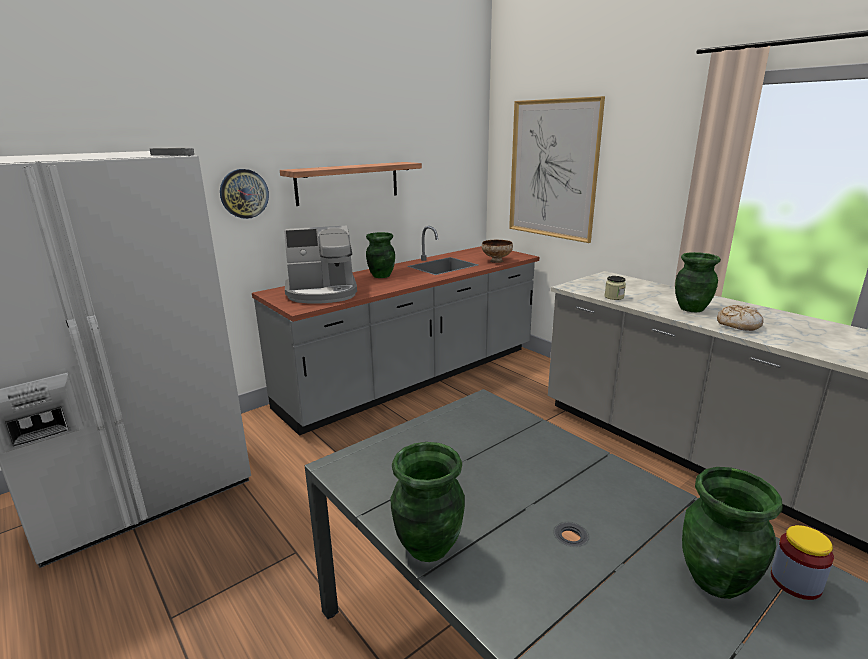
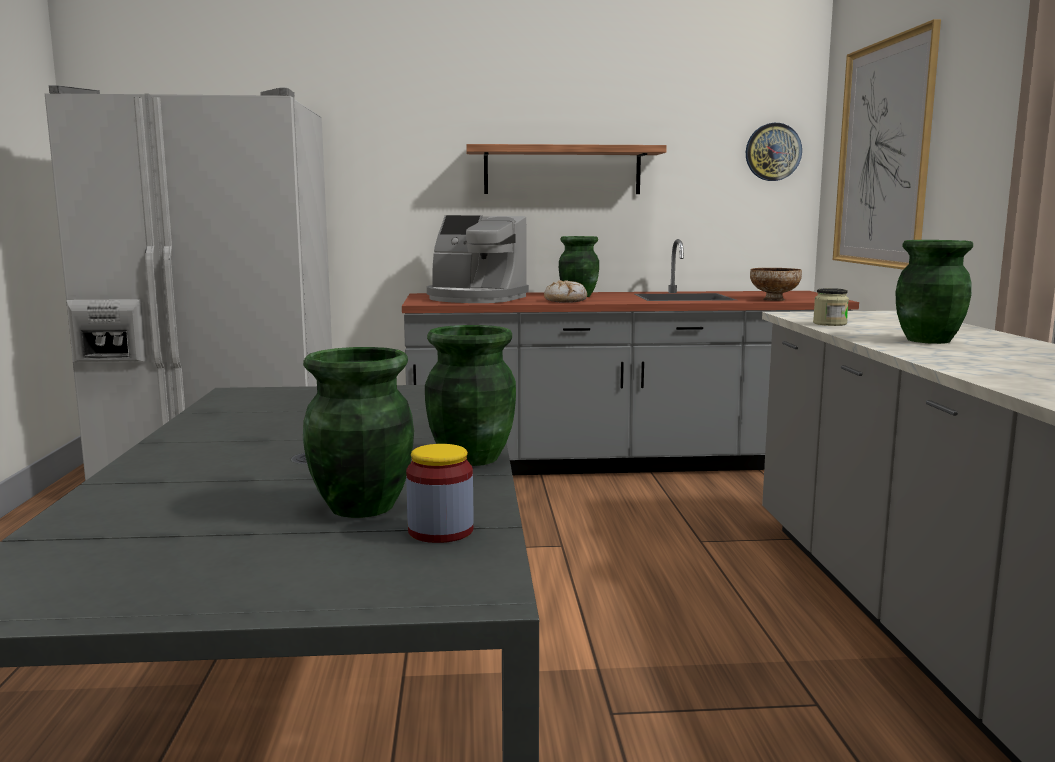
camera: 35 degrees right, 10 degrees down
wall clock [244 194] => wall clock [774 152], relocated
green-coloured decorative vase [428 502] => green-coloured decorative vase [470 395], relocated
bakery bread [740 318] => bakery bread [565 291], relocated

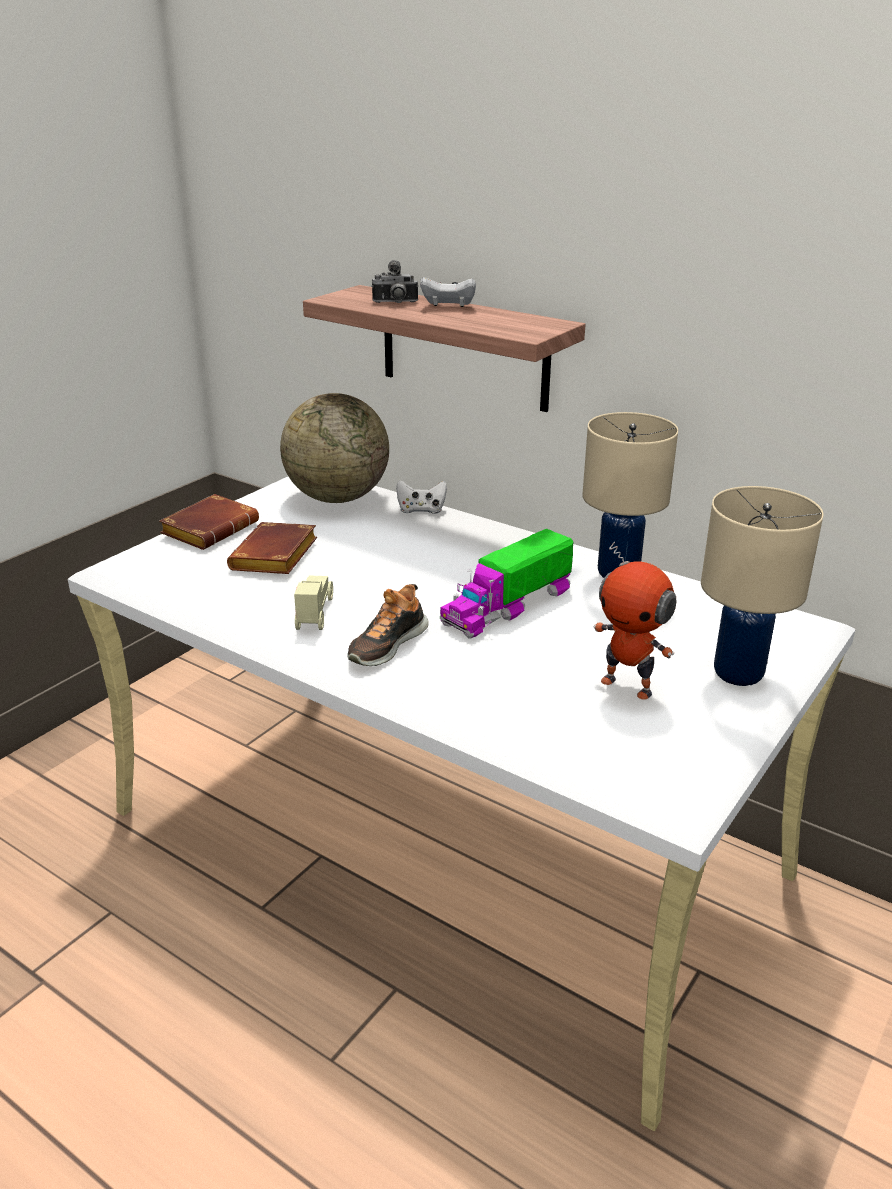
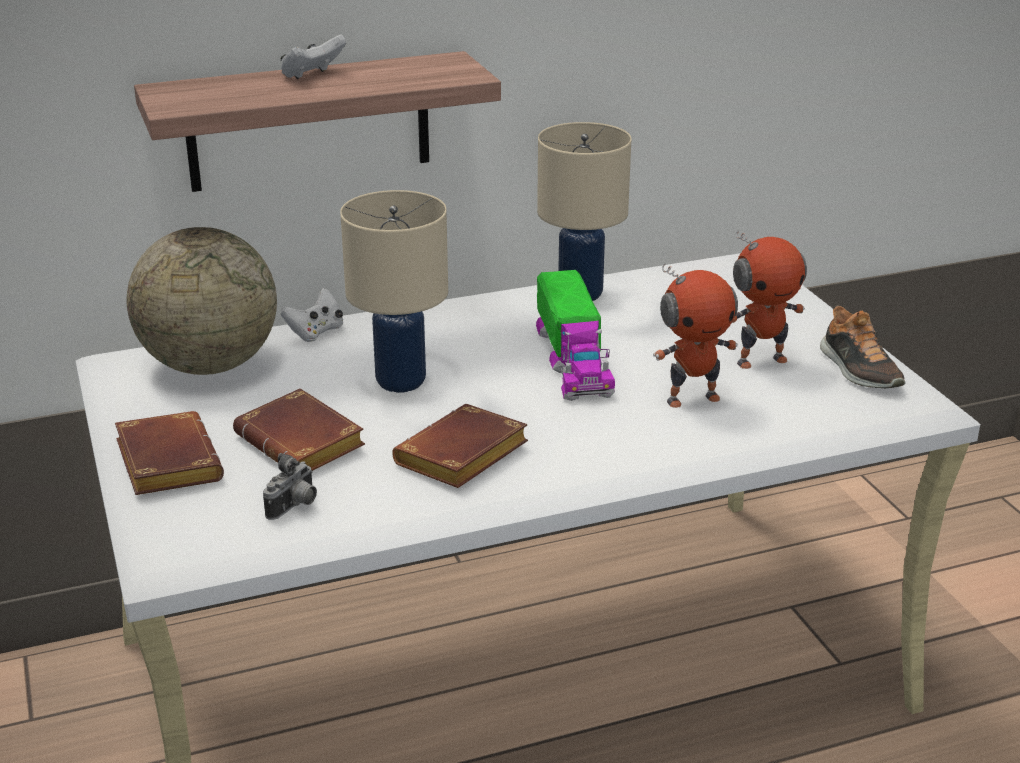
camera: 55 degrees left, 0 degrees up
beige miniature car [313 603] => brown book [460 446]
low shoe [388 625] => low shoe [862 346], relocated
still camera [395 281] => still camera [290 486], relocated
beige tabletop lamp [762 586] => beige tabletop lamp [394 291], relocated
nothing => model robot [695 335]

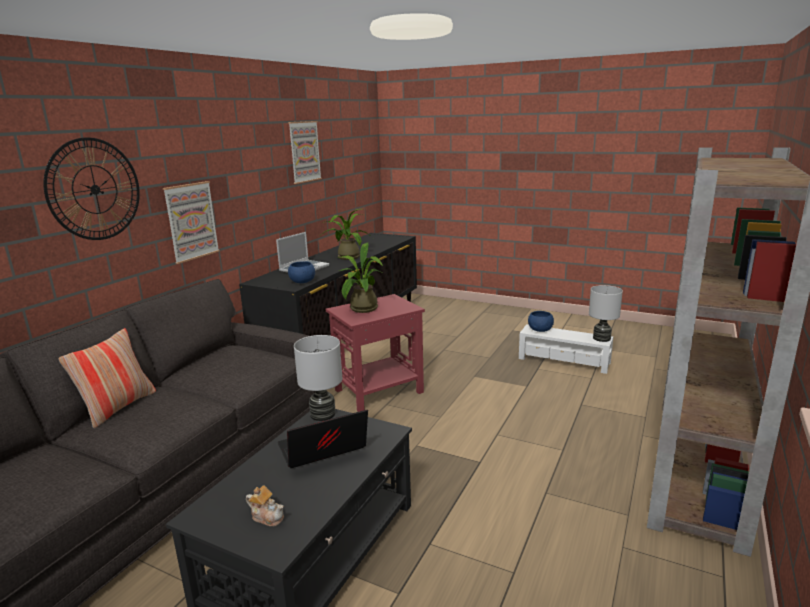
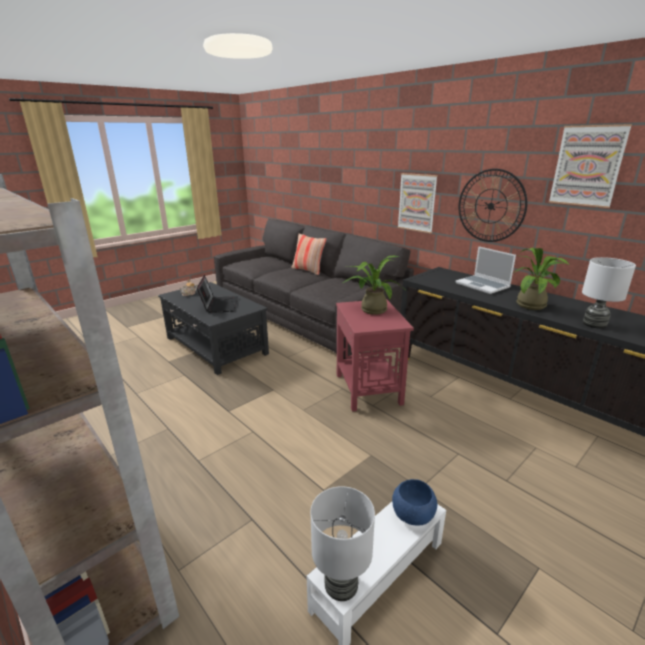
camera: 110 degrees right, 5 degrees up
wall clock [92 189] => wall clock [492 205], relocated
blue-coloured deep dish [301 272] => nothing
grey tabletop lamp [318 378] => grey tabletop lamp [609 293], relocated

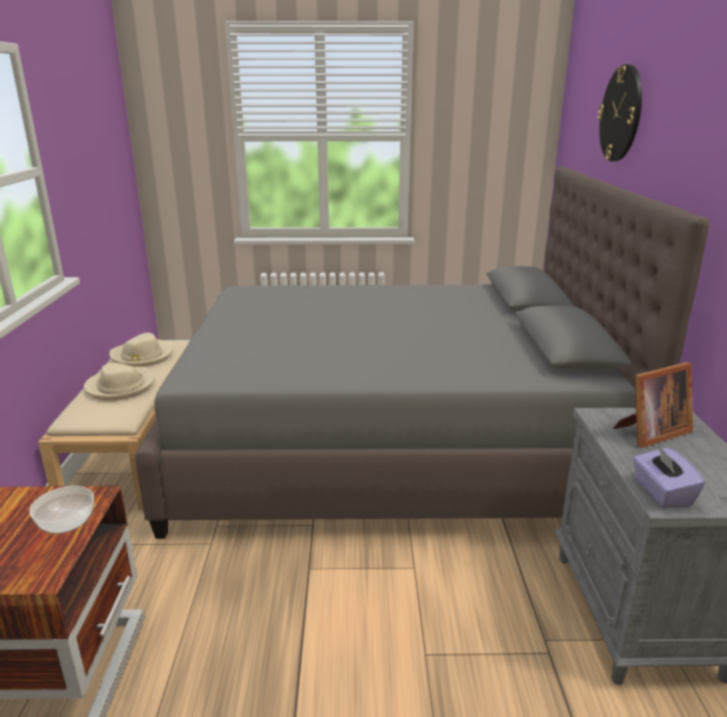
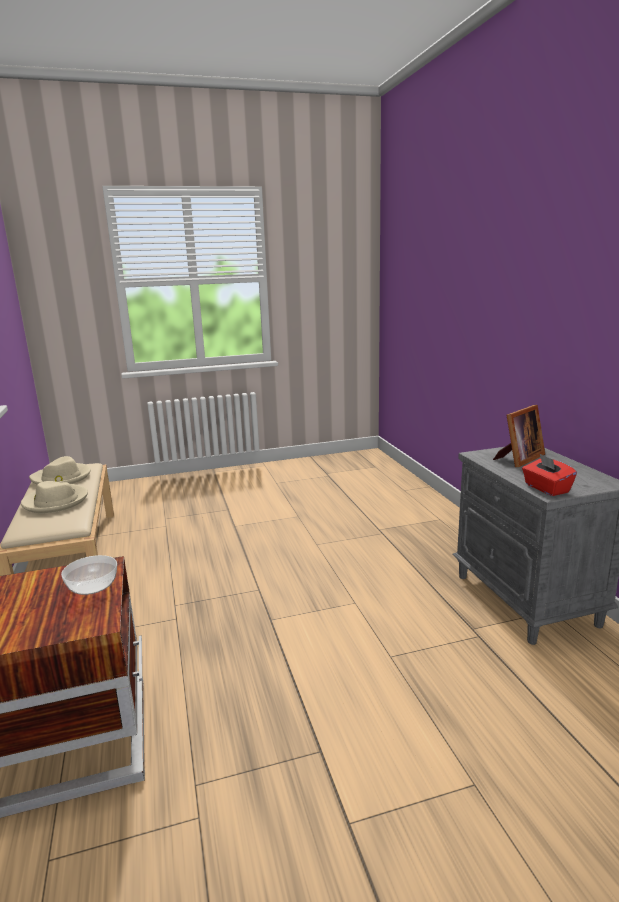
camera: 15 degrees left, 5 degrees down
grey bed [422 352] => nothing
wall clock [619 112] => nothing
purplish tissue box [669 477] => reddish tissue box [549 475]

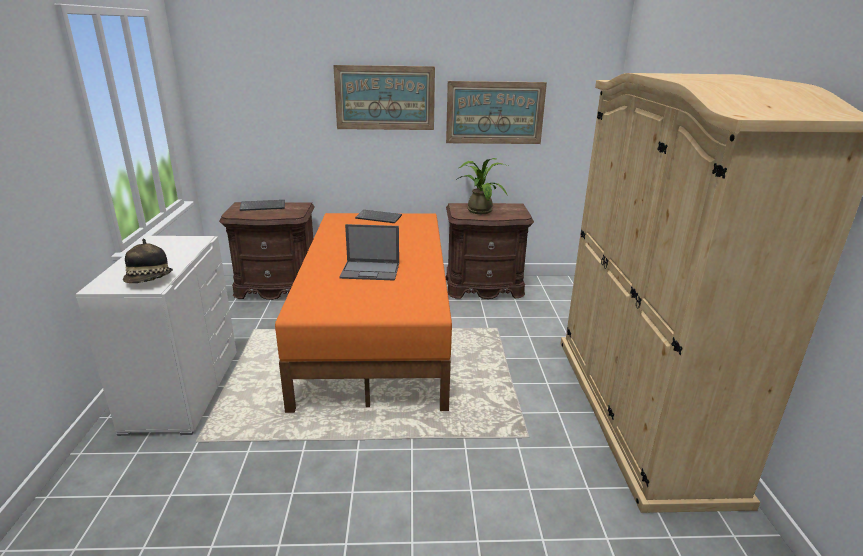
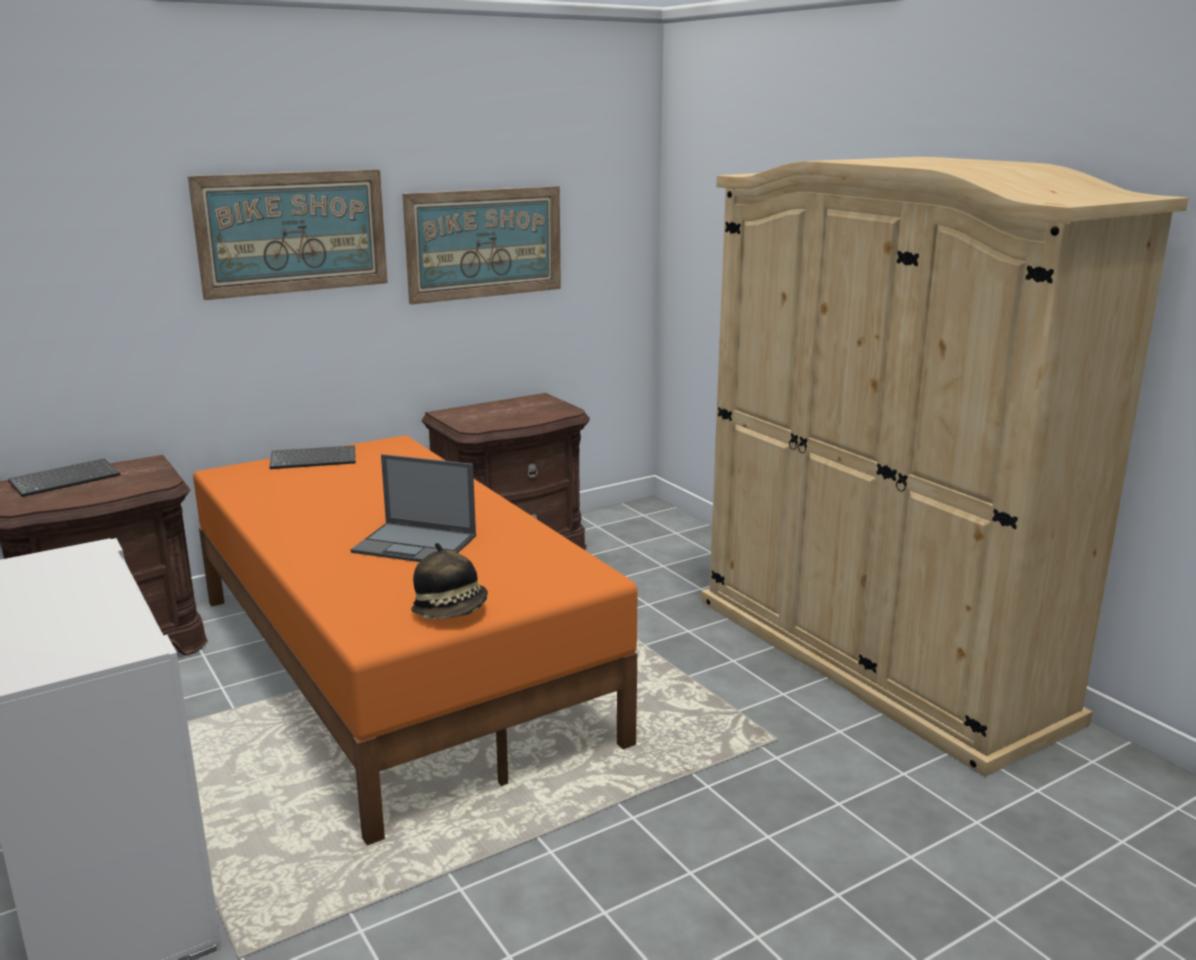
camera: 30 degrees left, 5 degrees down
clothing hat [148 261] => clothing hat [449 581], relocated
portable computer [369 252] => portable computer [413 508], 45 degrees clockwise
plant in a pot [482 186] => nothing

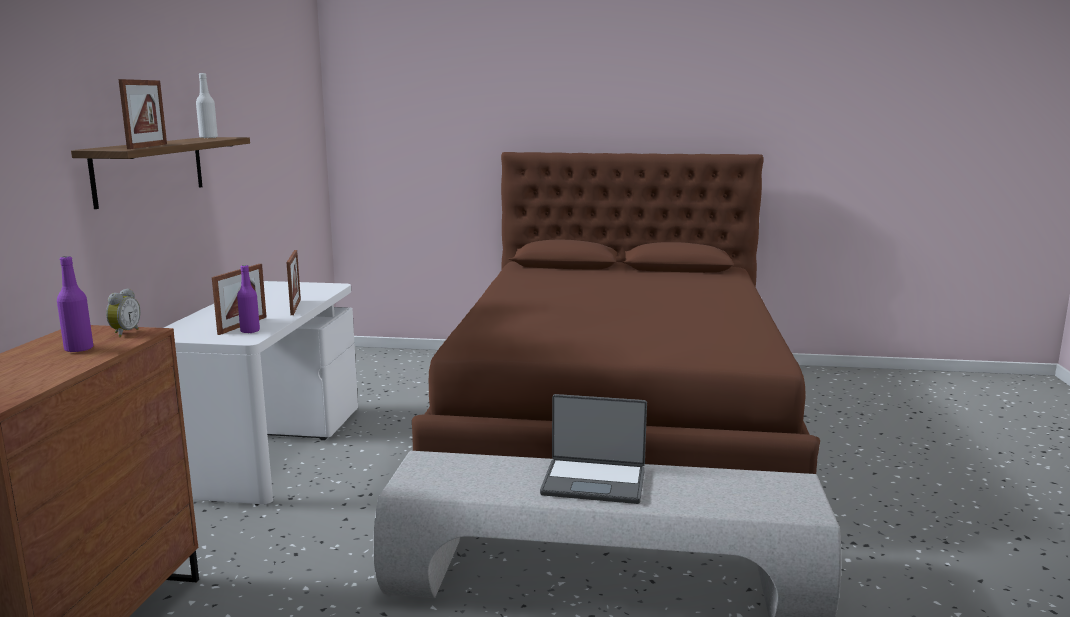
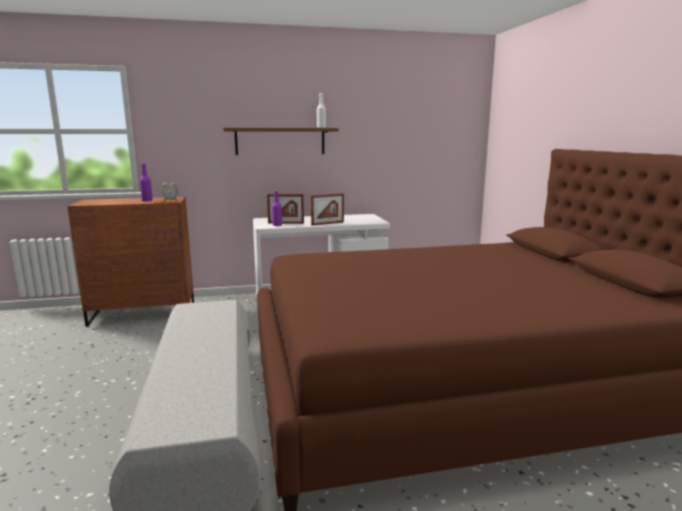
camera: 70 degrees right, 0 degrees up
photo frame [142 114] => nothing
portable computer [593 449] => nothing

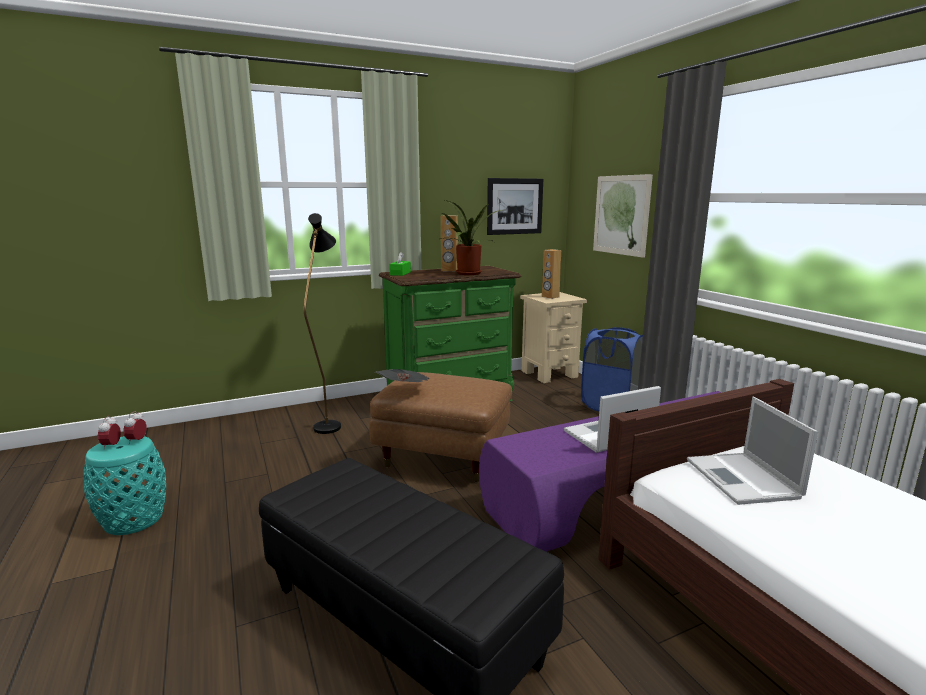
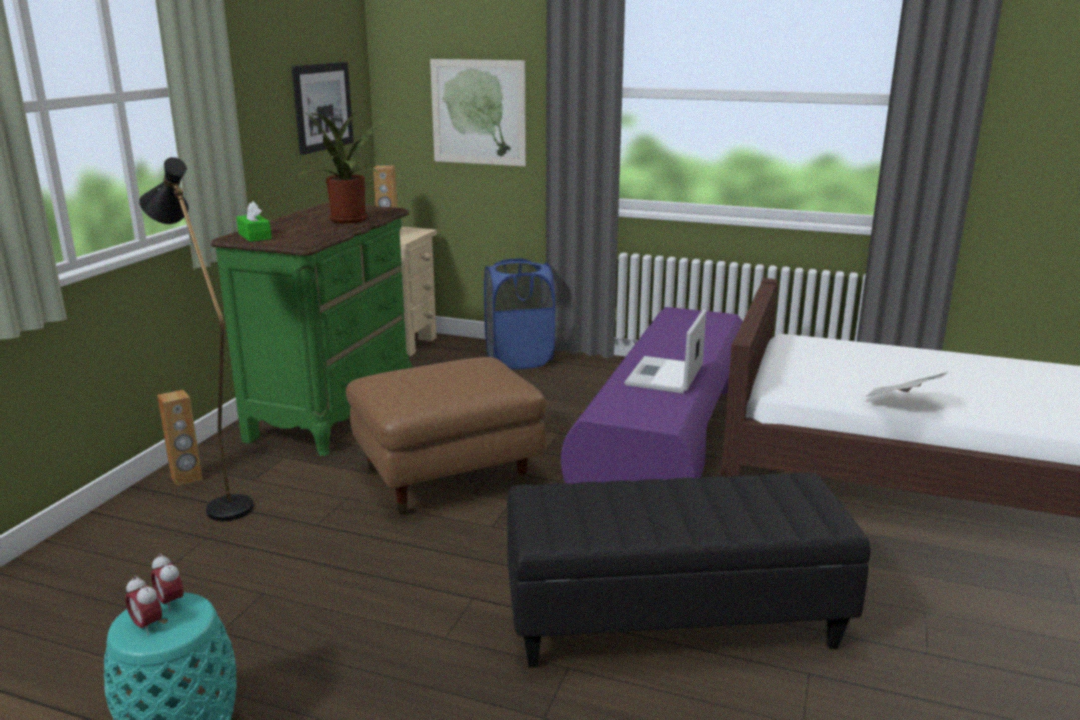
camera: 45 degrees left, 5 degrees up
printed paper [402 375] => printed paper [906 384], relocated
brown loudspeaker [449 243] => brown loudspeaker [180 438], relocated
portable computer [752 451] => nothing

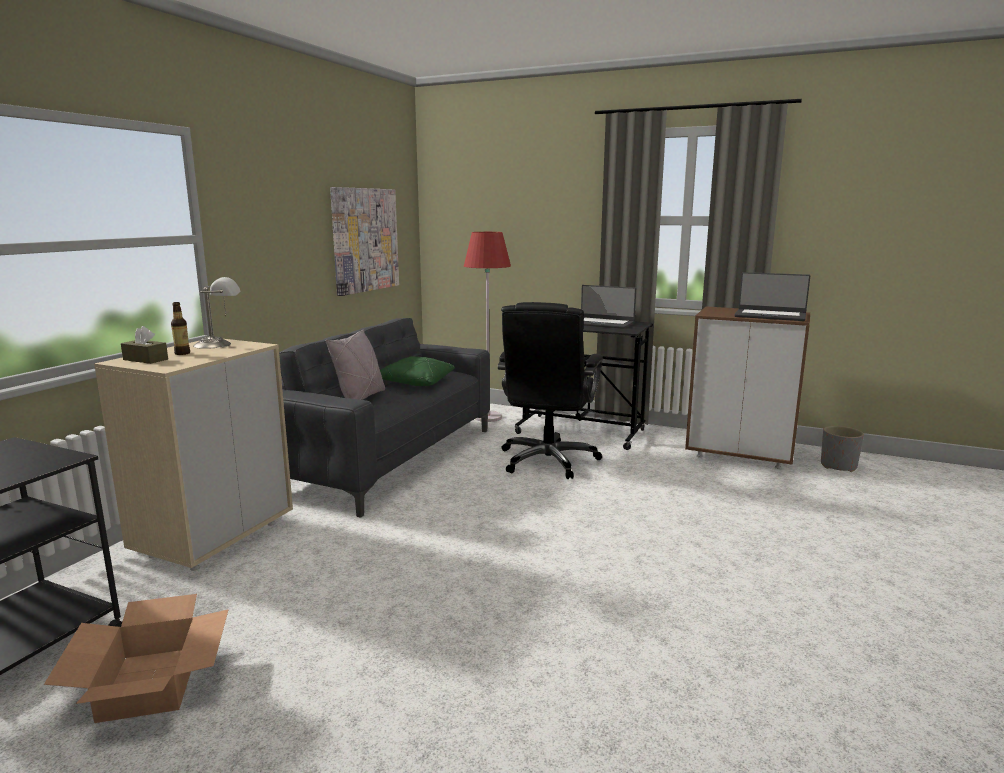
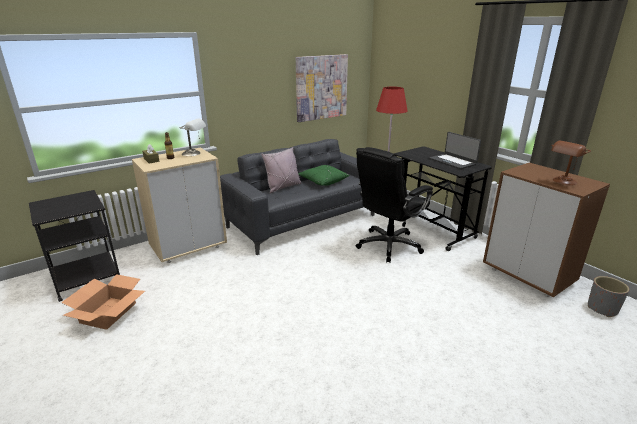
camera: 30 degrees right, 10 degrees up
portable computer [772 296] => brown tabletop lamp [571 163]

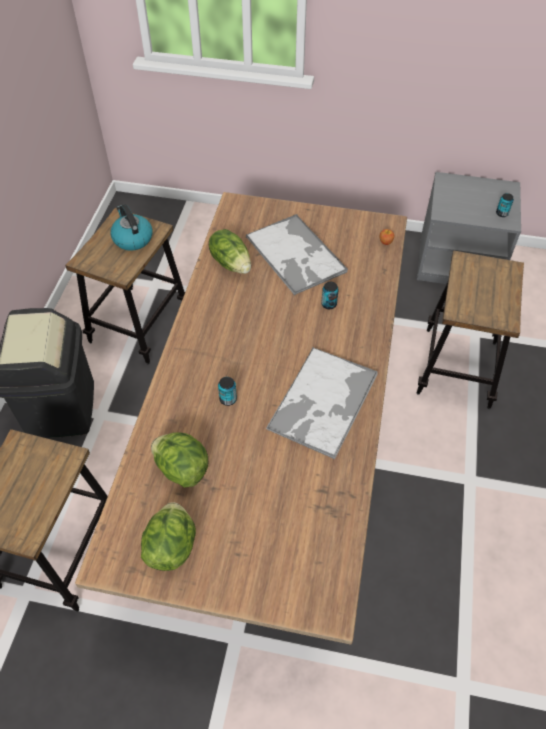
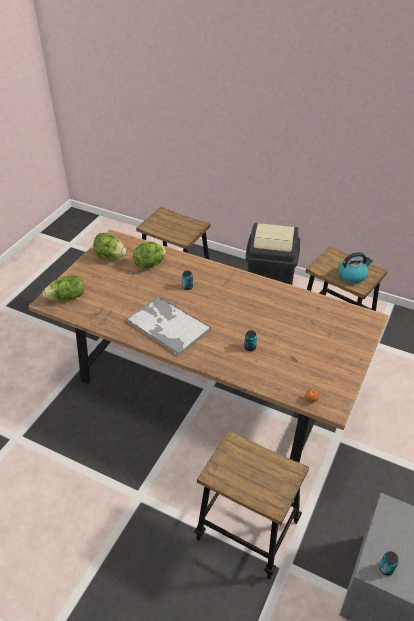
camera: 105 degrees right, 10 degrees down
lettuce [230 251] => lettuce [63 288], relocated
carrying tray [297 255] => nothing

